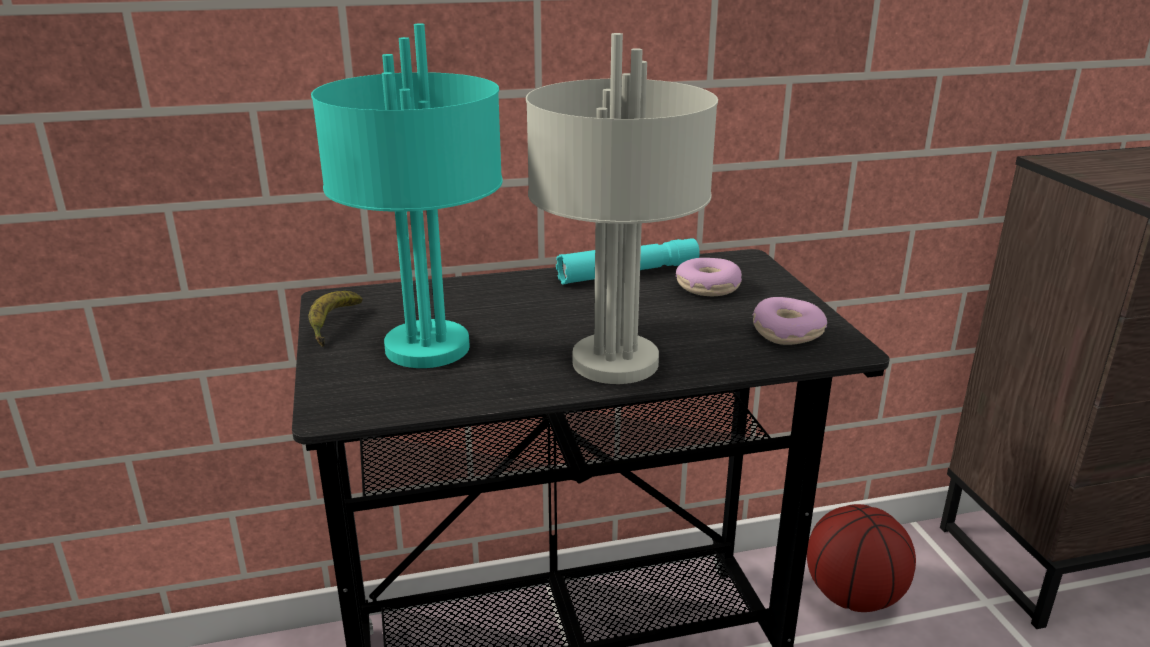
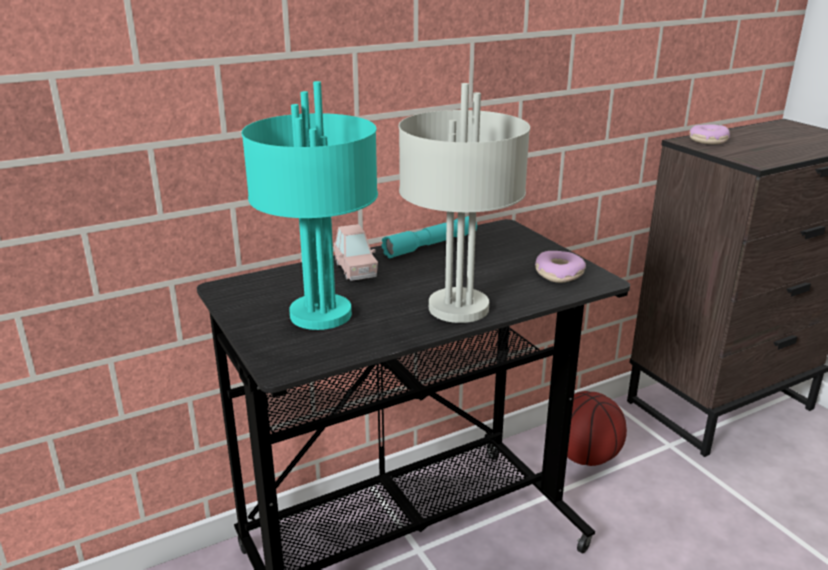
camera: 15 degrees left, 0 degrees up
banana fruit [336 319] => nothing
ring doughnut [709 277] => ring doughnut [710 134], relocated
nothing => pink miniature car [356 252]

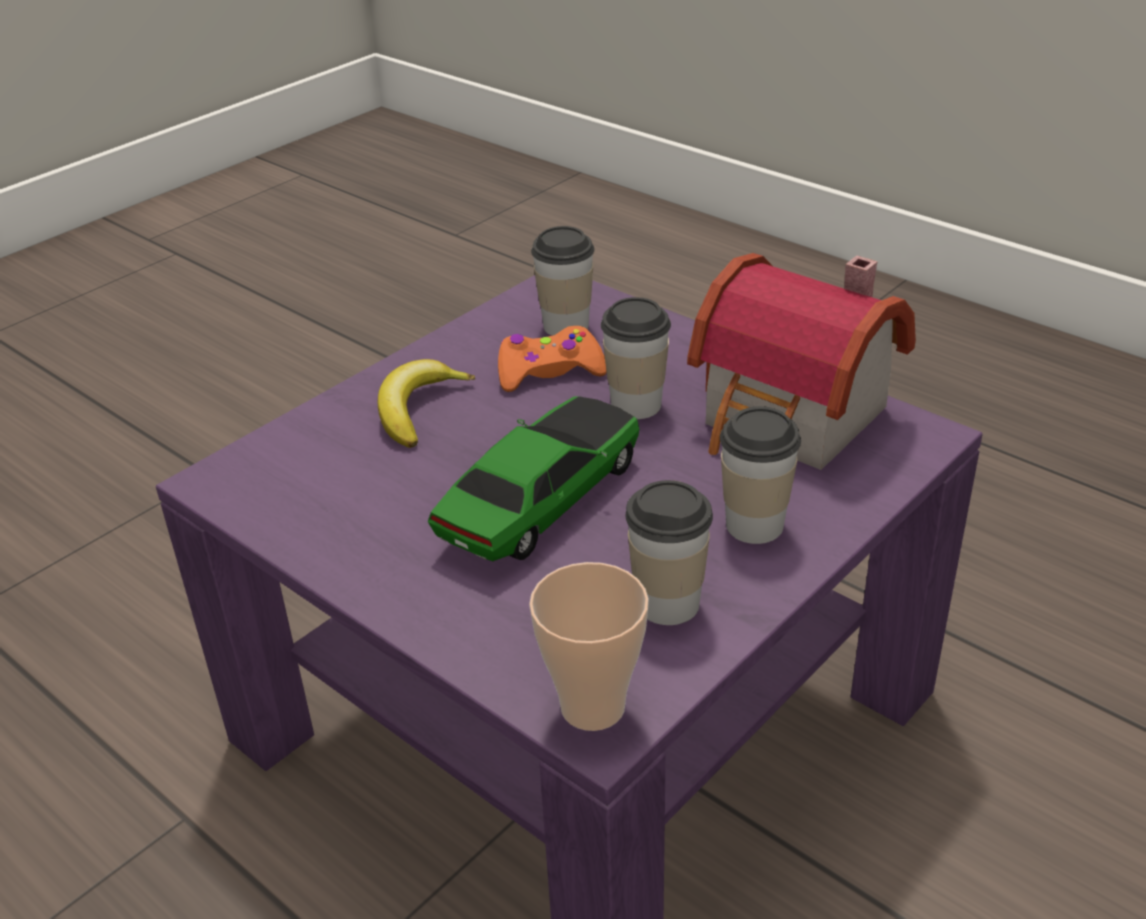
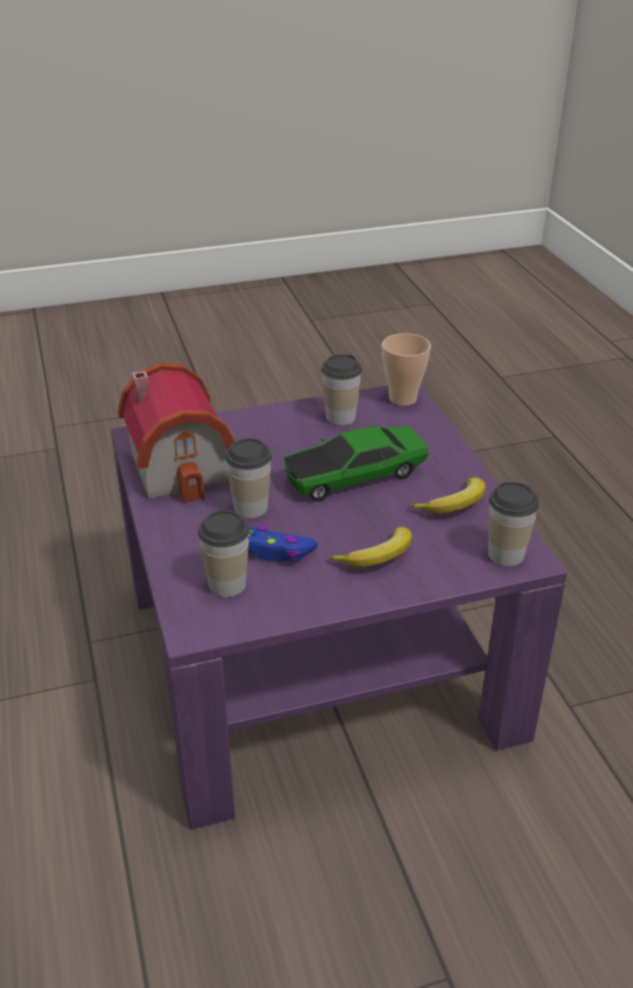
camera: 150 degrees left, 0 degrees up
orangey joypad [552 359] => blue-coloured joypad [283 543]
drinking cup [760 475] => drinking cup [513 523], relocated
nothing => banana fruit [448 495]

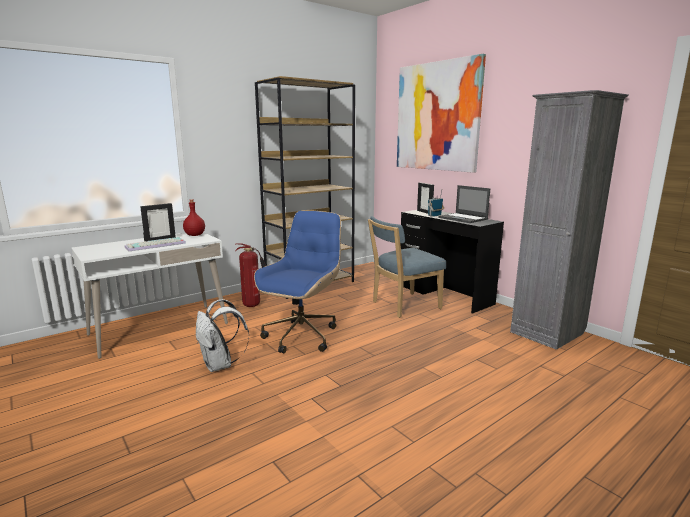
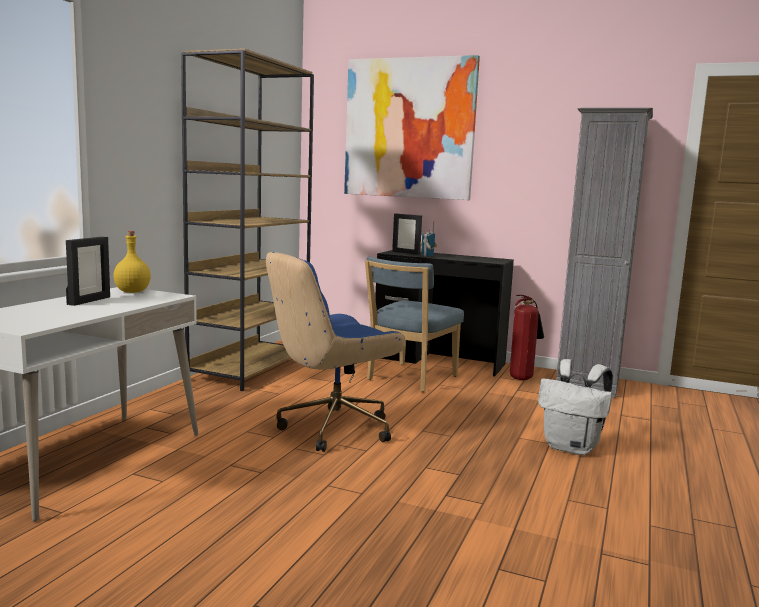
camera: 30 degrees left, 5 degrees down
PC keyboard [155 244] => nothing
reddish bottle [194 217] => yellowish bottle [132 262]
white-coloured rucksack [222 335] => white-coloured rucksack [575 407], relocated
fire-fighting cylinder [250 275] => fire-fighting cylinder [527 337], relocated
blue-coloured office chair [297 282] => blue-coloured office chair [335 352], 120 degrees counterclockwise
portable computer [464 204] => nothing

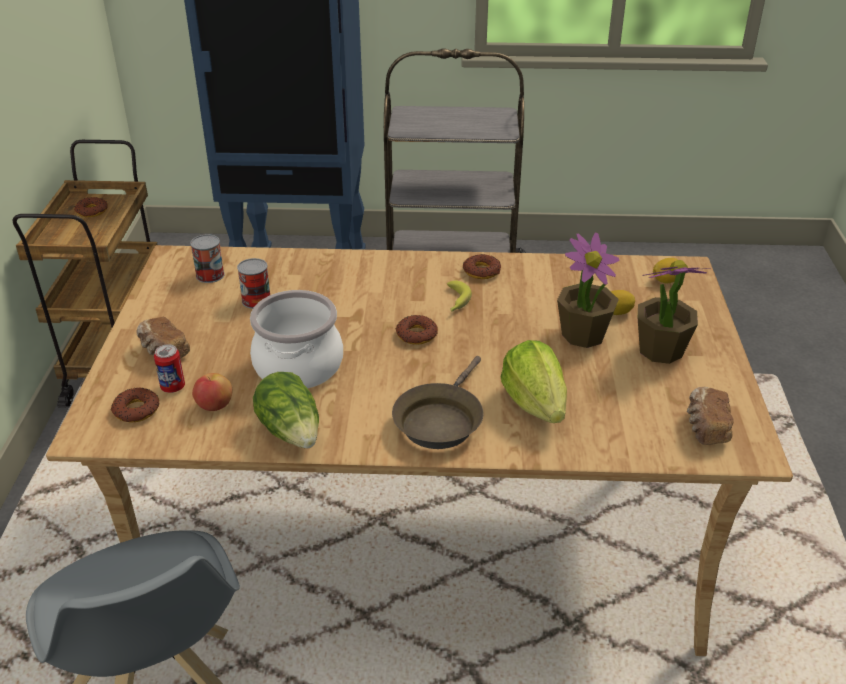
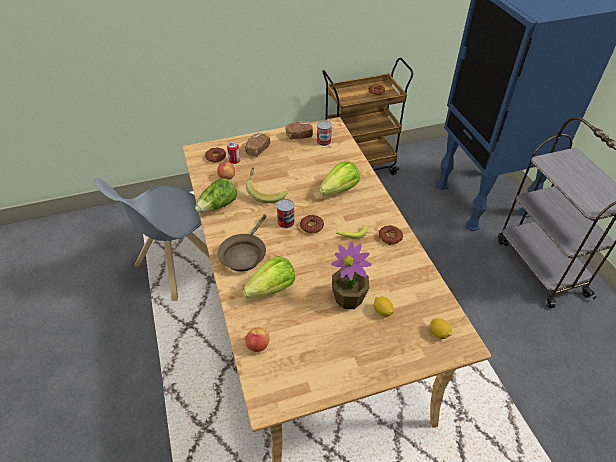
camera: 70 degrees right, 10 degrees up
sealed can [253 283] => sealed can [286 213], relocated
stockpot [296 339] => banana fruit [266 185]
brown pan [437 402] => brown pan [242 242], 75 degrees counterclockwise
plant in a pot [674 312] => nothing
bakery bread [710 416] => bakery bread [299 130], relocated
nothing => whole apple [257 339]
nothing => lettuce [339 178]

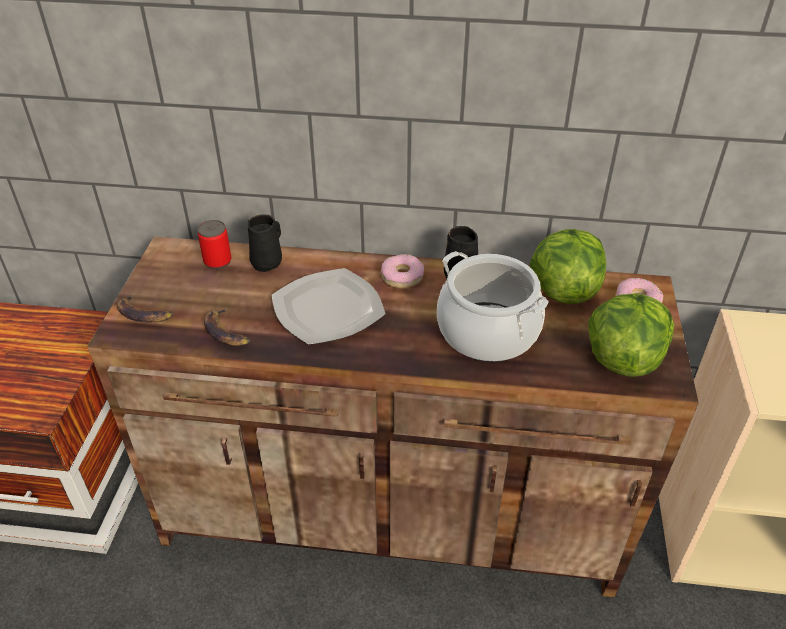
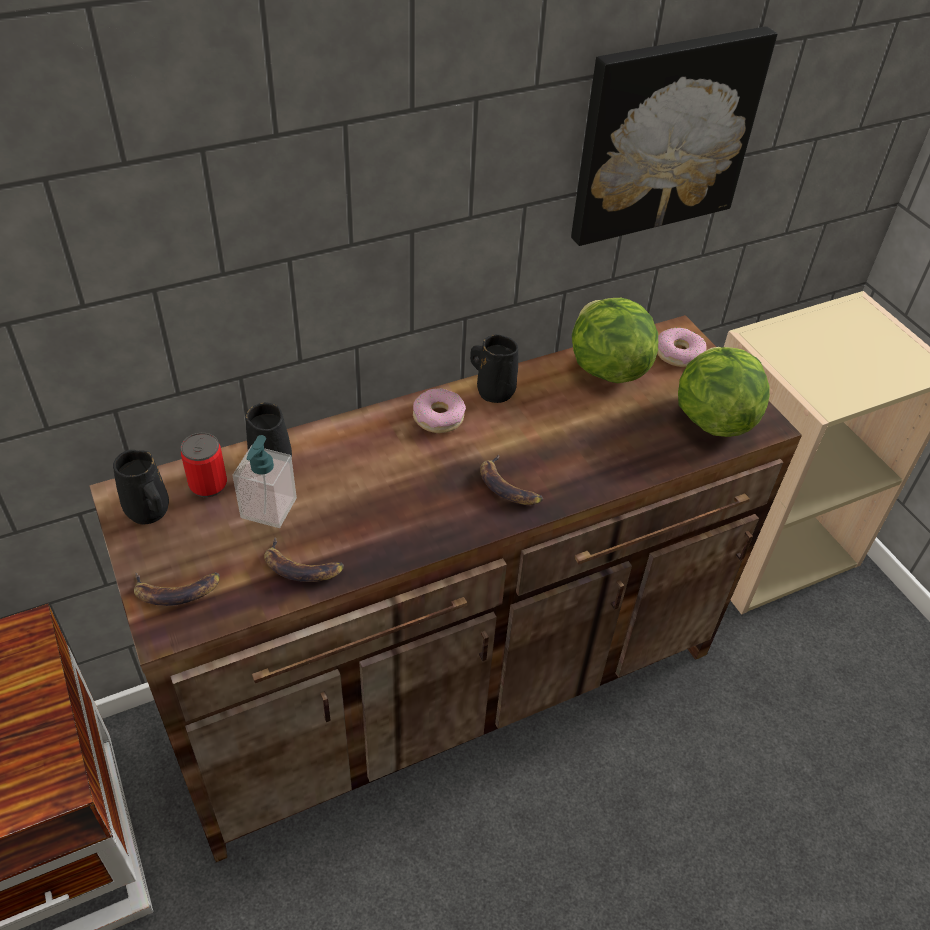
camera: 35 degrees left, 5 degrees up
flat dish [328 306] => nothing
stockpot [492 306] => nothing
nothing => black coffee mug [141 487]
nothing => soap dispenser [264 481]
nothing => banana fruit [511 479]
nothing => wall art [674 136]

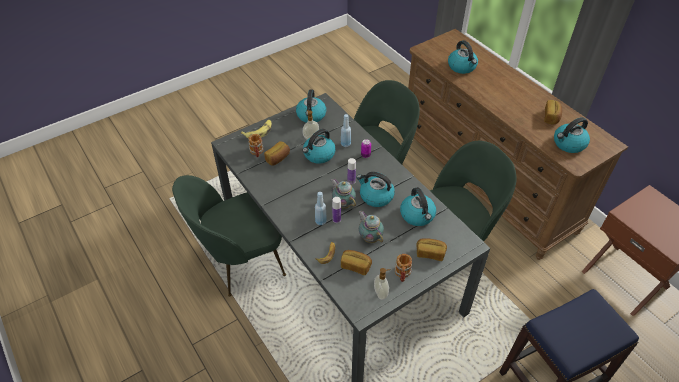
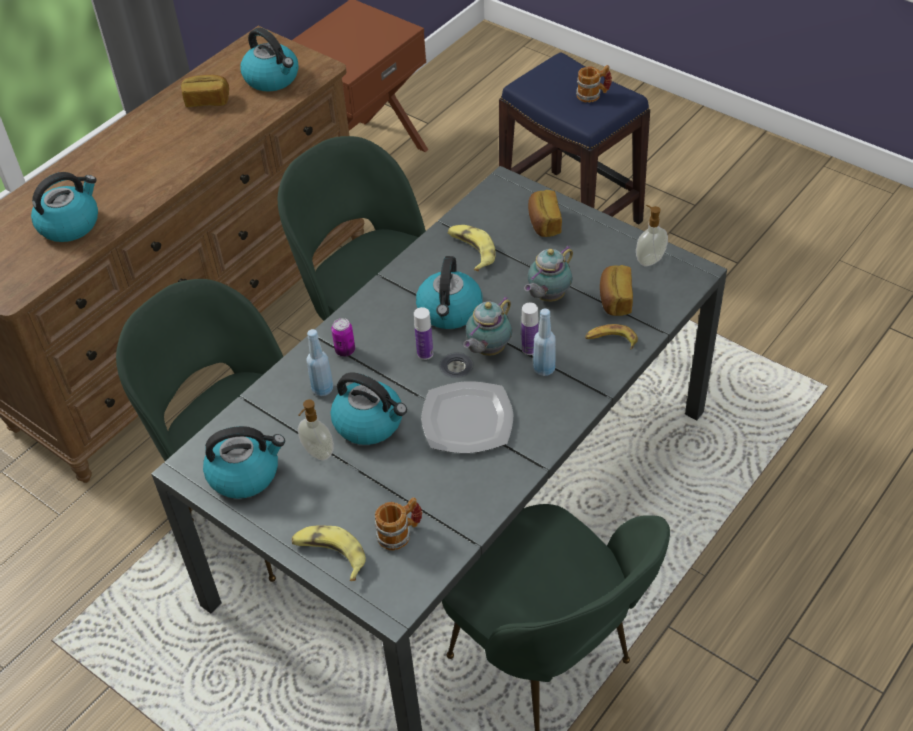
camera: 105 degrees left, 0 degrees up
bakery bread [277 153] => nothing
coffee mug [403 268] => coffee mug [594 84], relocated
kettle [418 206] => banana fruit [471 248]
nothing => flat dish [467 417]

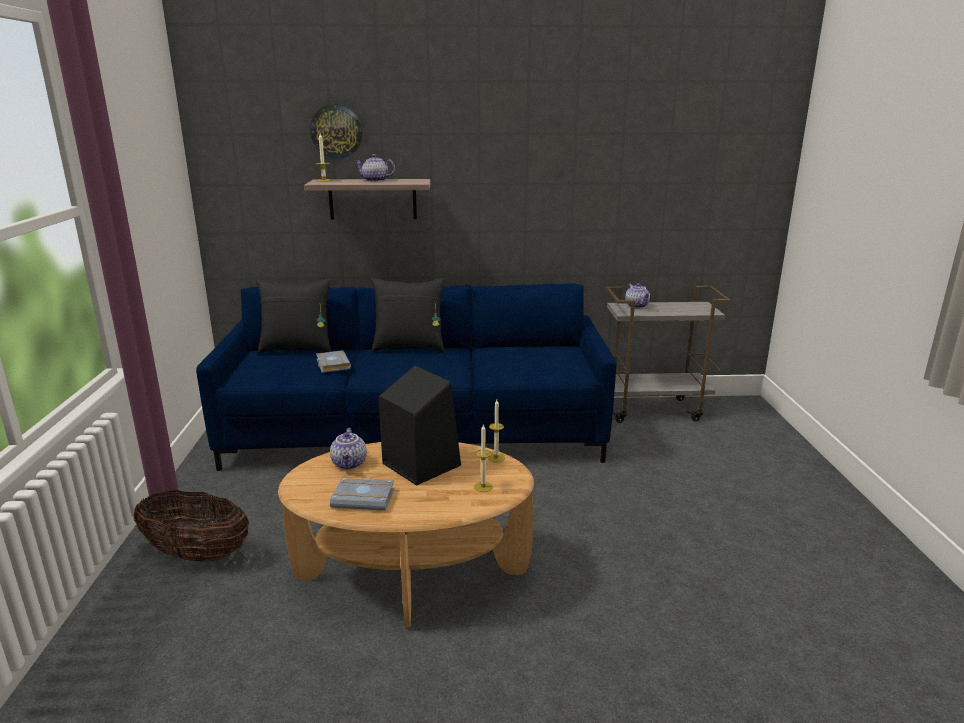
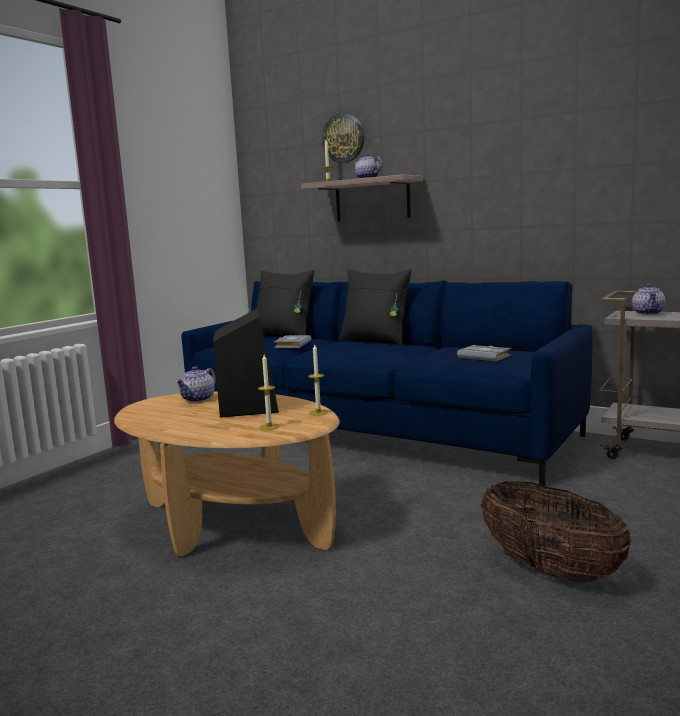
camera: 35 degrees right, 10 degrees down
basket [191 526] => basket [555 532], relocated
grey book [362 494] => grey book [484 353], relocated

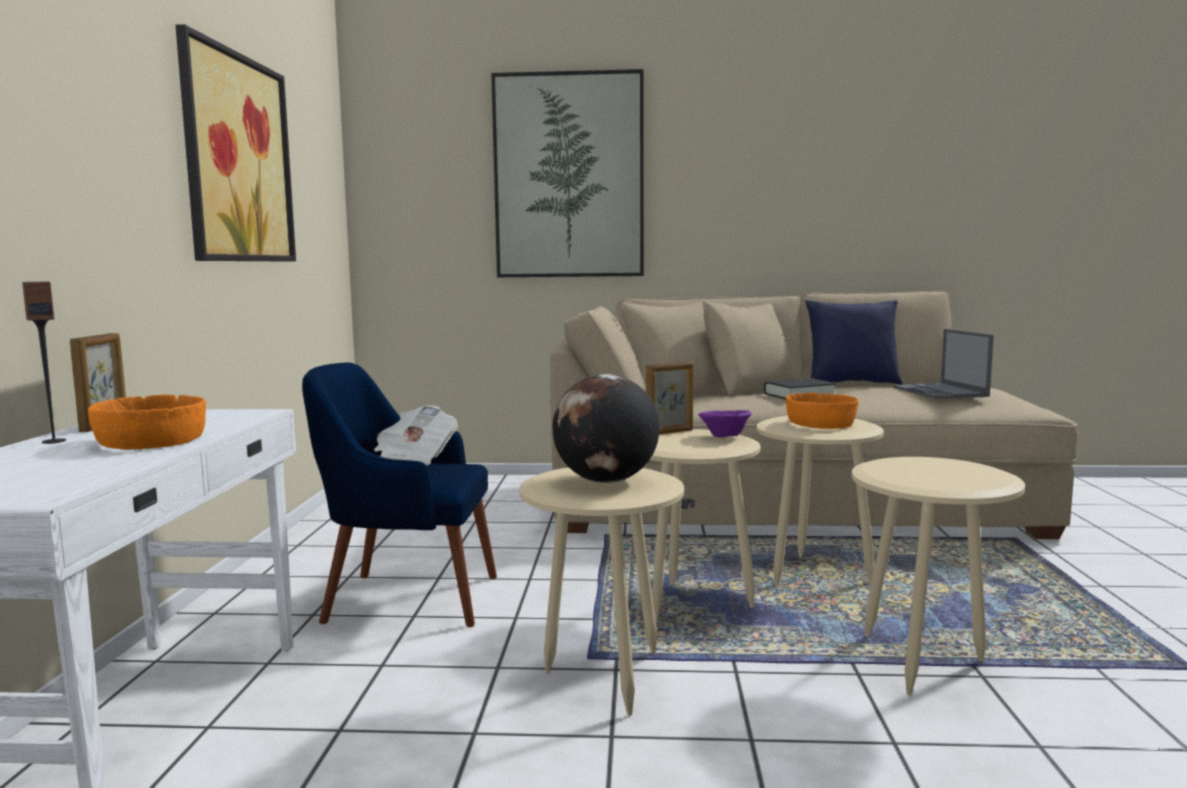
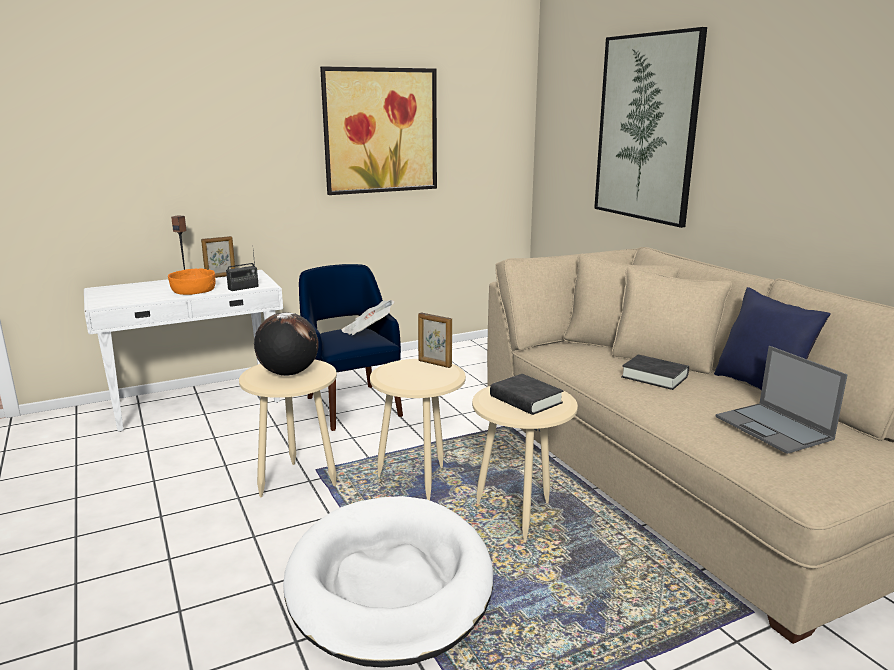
camera: 60 degrees right, 10 degrees up
purplish deep dish [725 423] => nothing
orangey deep dish [822 410] => black book [526 394]
beige side table [938 576] => white-coloured dog bed [388 582]
portable computer [943 364] => portable computer [782 400], 75 degrees counterclockwise
nothing => radio receiver [242 271]

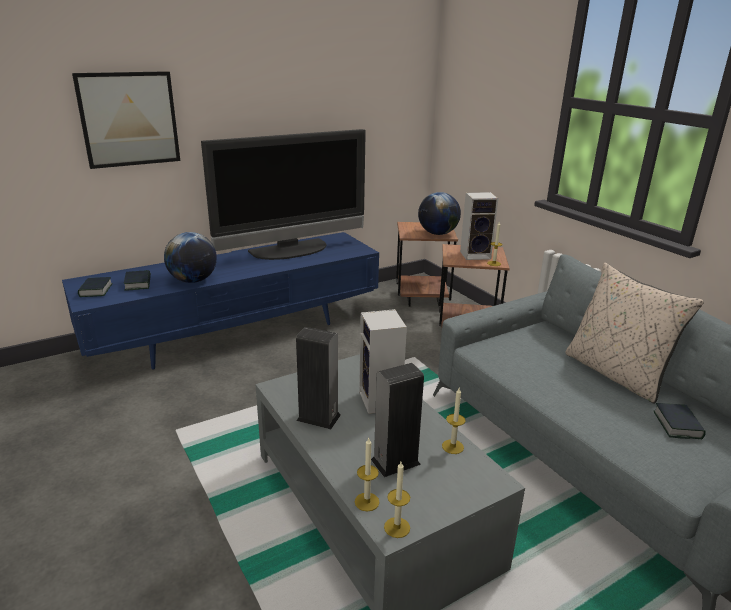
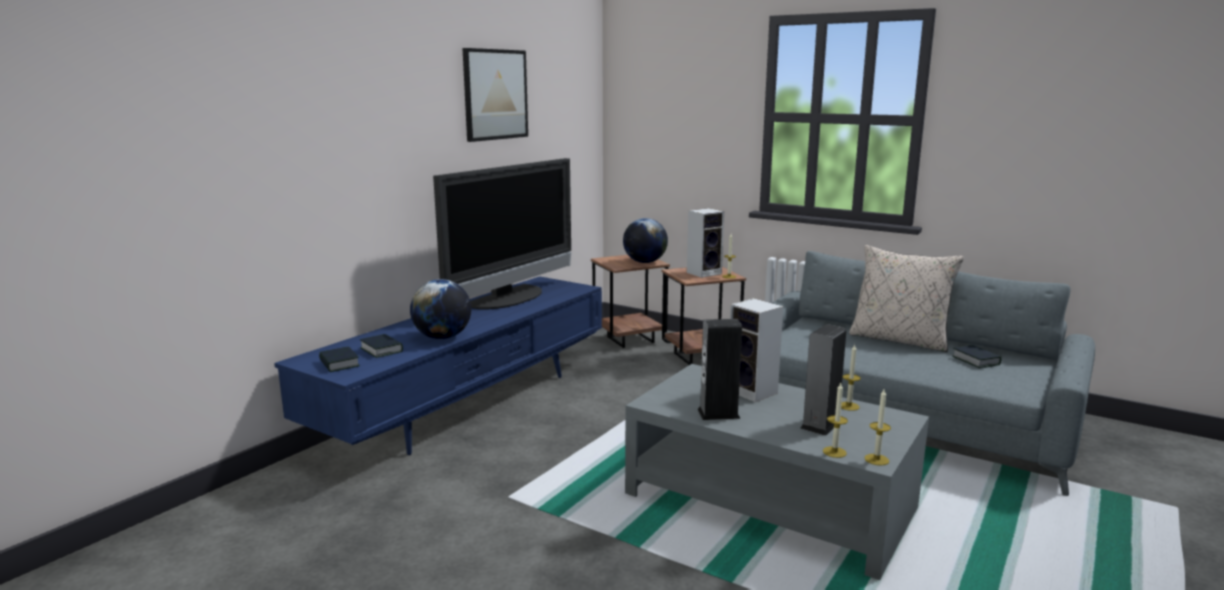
camera: 25 degrees left, 10 degrees down
wall art [126 120] => wall art [495 95], relocated

